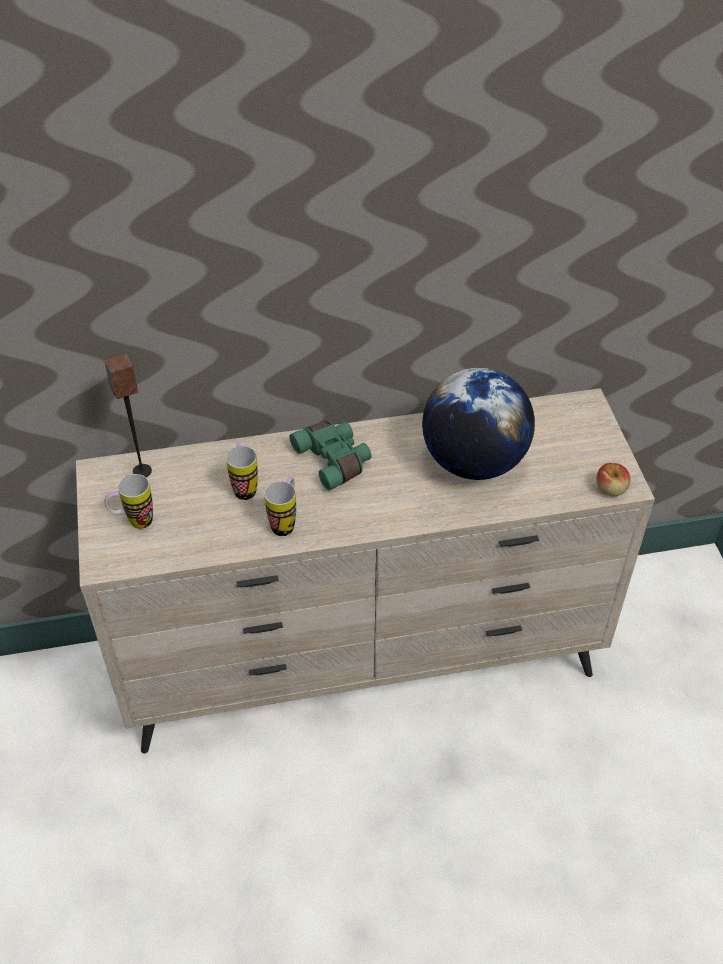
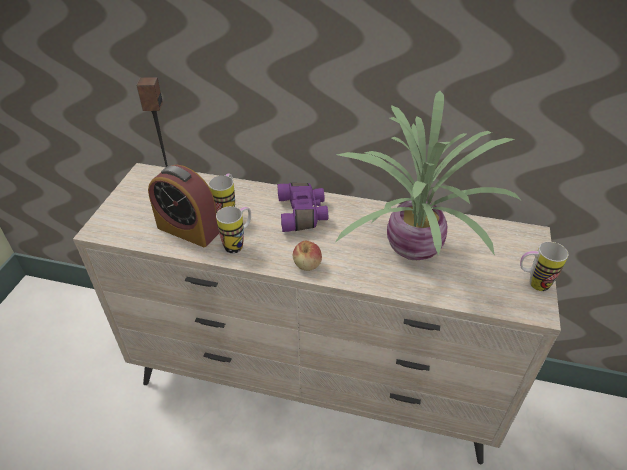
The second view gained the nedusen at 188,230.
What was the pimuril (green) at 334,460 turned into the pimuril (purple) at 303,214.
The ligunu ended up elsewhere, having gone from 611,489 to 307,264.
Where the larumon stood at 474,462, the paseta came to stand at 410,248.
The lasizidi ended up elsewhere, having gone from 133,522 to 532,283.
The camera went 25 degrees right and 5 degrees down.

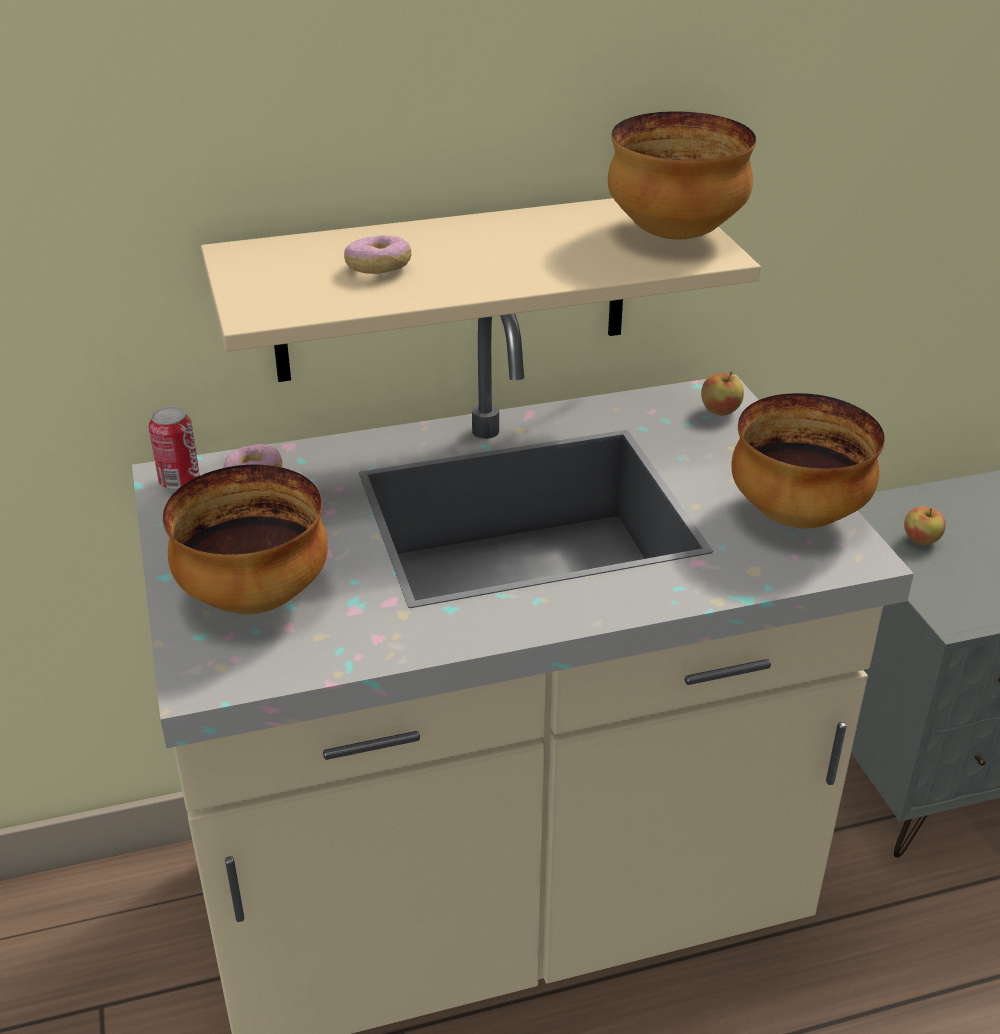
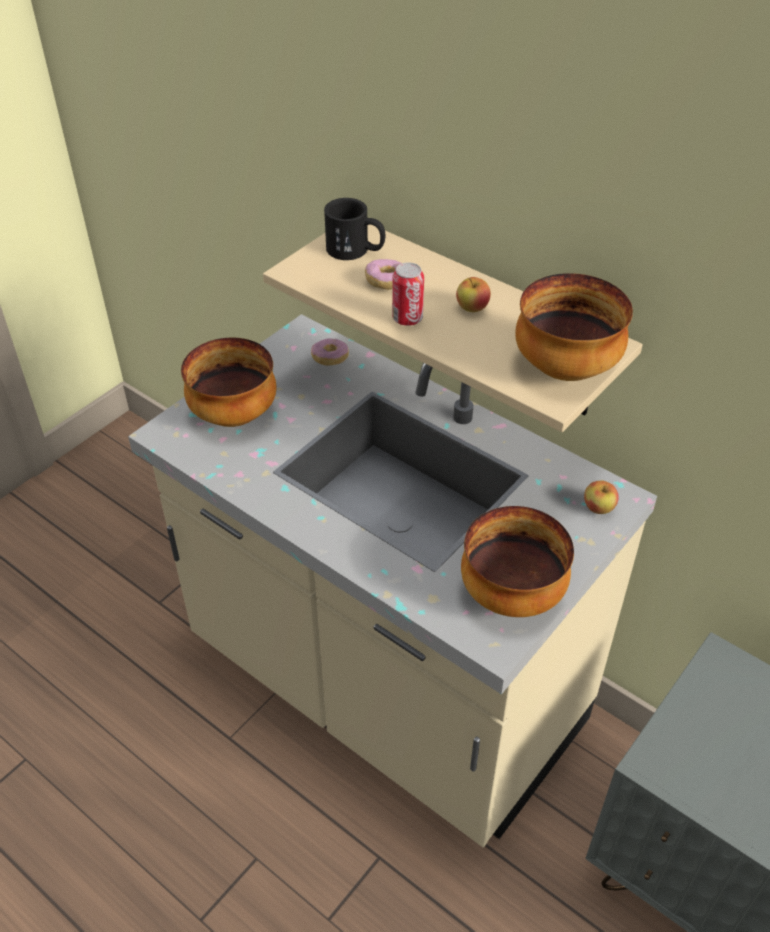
The second view gained the lasizidi (black) at 356,250.
The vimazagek ended up elsewhere, having gone from 179,482 to 407,319.
The ligunu ended up elsewhere, having gone from 921,540 to 472,308.
The camera went 55 degrees right and 10 degrees up.

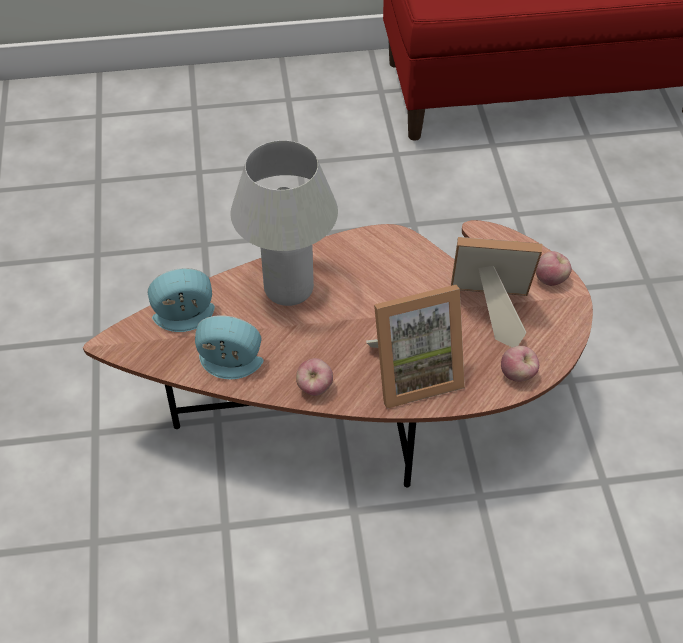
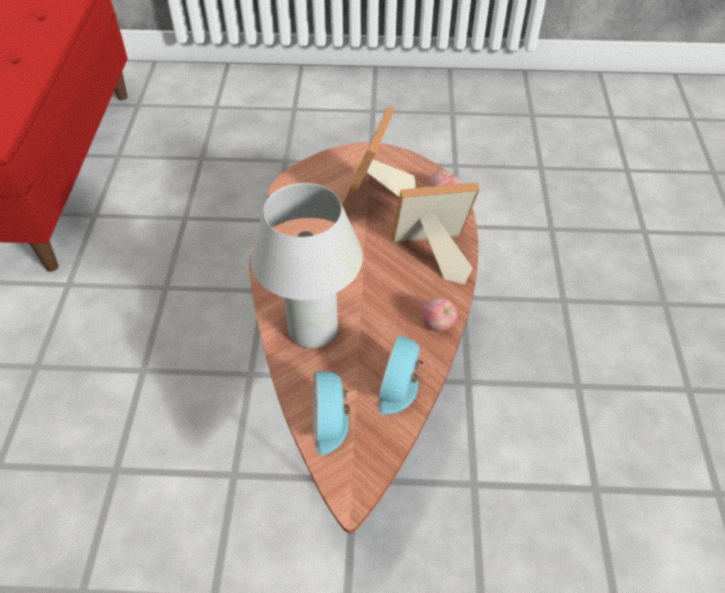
The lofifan at 413,373 ended up facing another way, 90 degrees counterclockwise from before.
The second view lost the ligunu at 551,279.
The camera went 80 degrees left and 0 degrees up.

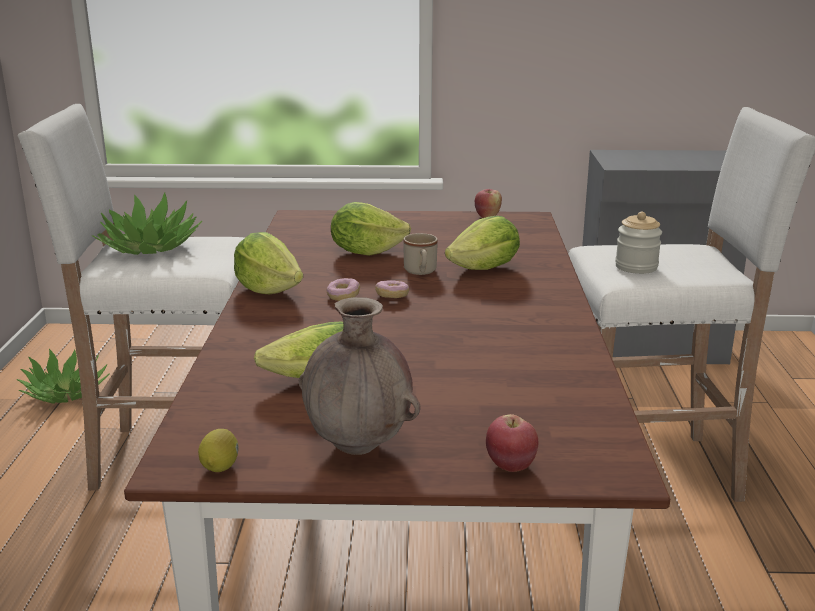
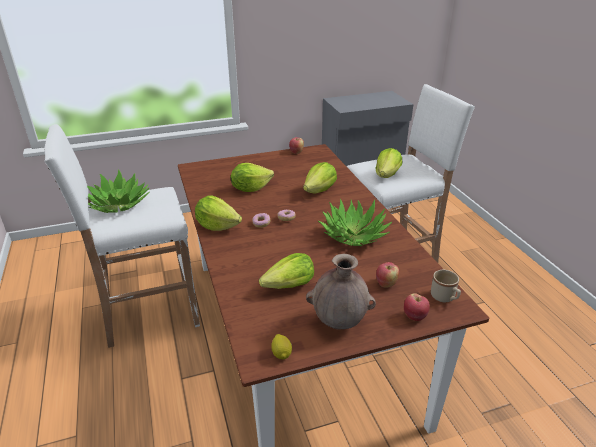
The paseta ended up elsewhere, having gone from 66,393 to 353,235.
Where the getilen stood at 636,267, the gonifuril came to stand at 387,175.
The second view gained the ligunu at 386,284.
The lasizidi (beige) ended up elsewhere, having gone from 421,272 to 445,298.
The camera went 20 degrees left and 10 degrees up.

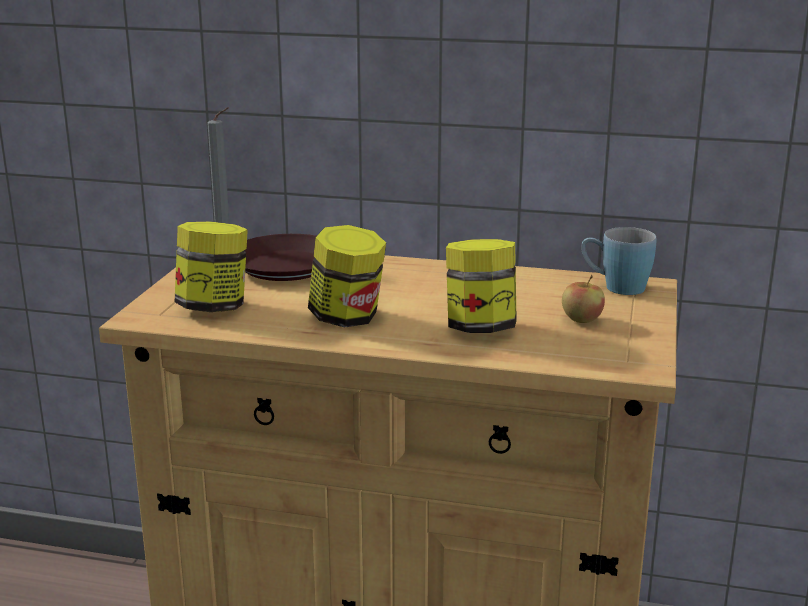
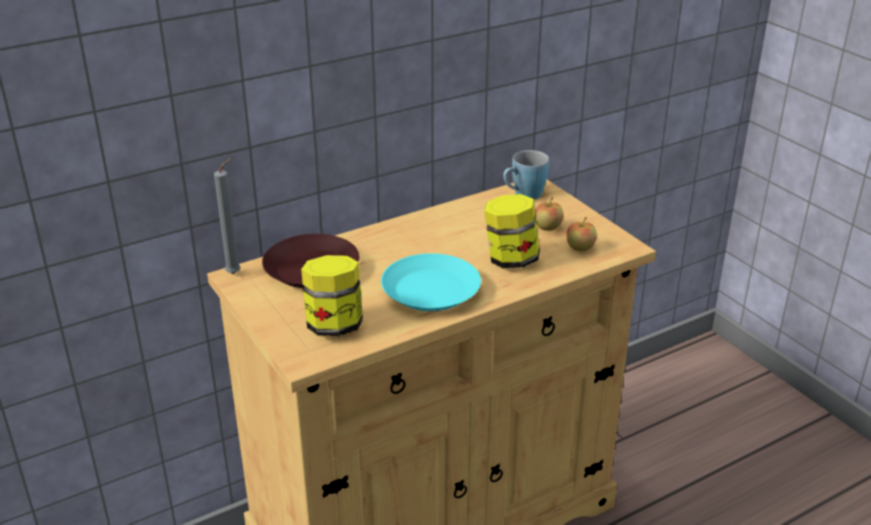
Where the getilen stood at 347,318, the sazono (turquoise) came to stand at 430,290.
The second view gained the ligunu at 580,248.
The camera went 45 degrees left and 10 degrees up.

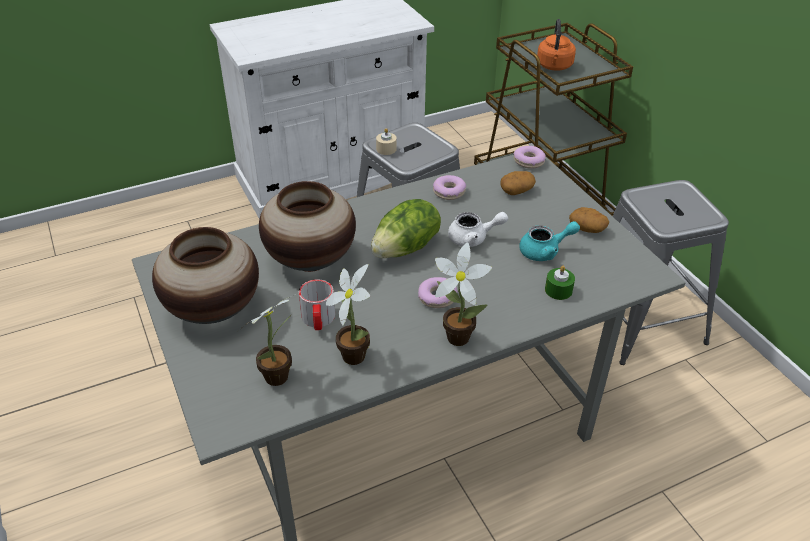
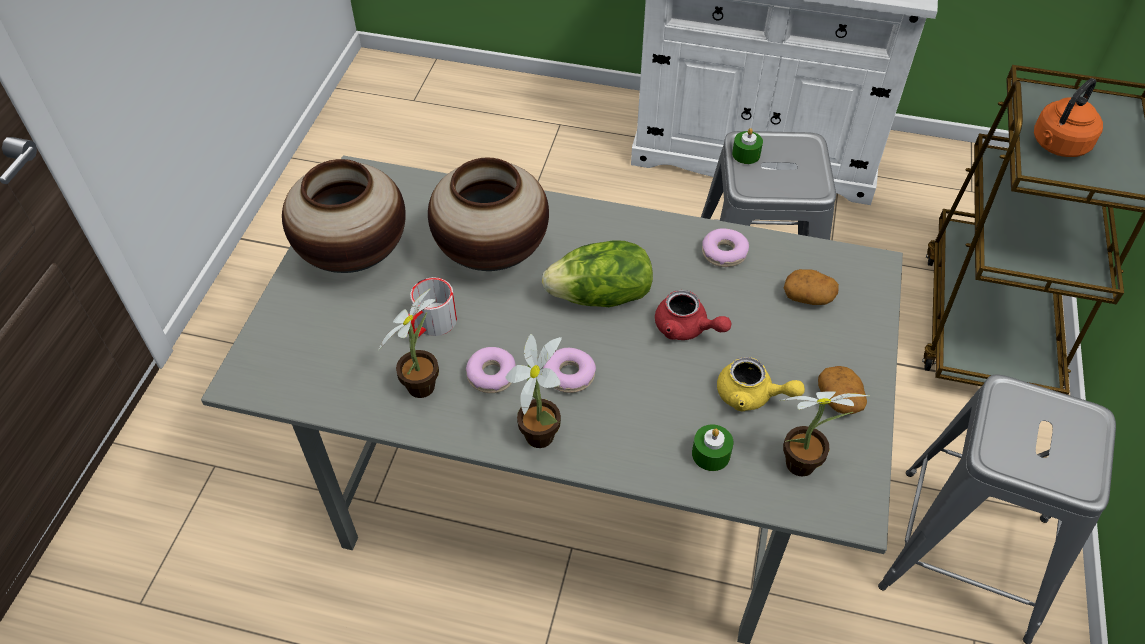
The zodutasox ended up elsewhere, having gone from 528,161 to 492,375.
What was the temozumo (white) at 473,238 turned into the temozumo (red) at 686,328.
What was the temozumo (turquoise) at 545,251 turned into the temozumo (yellow) at 751,396.
What was the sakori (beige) at 386,149 turned into the sakori (green) at 746,154.
The paseta ended up elsewhere, having gone from 280,375 to 806,464.
The camera went 40 degrees right and 10 degrees up.

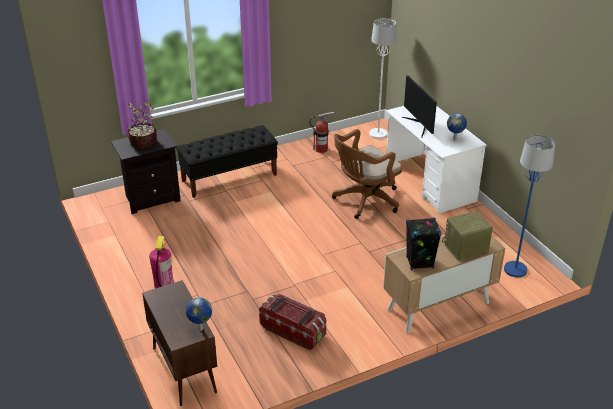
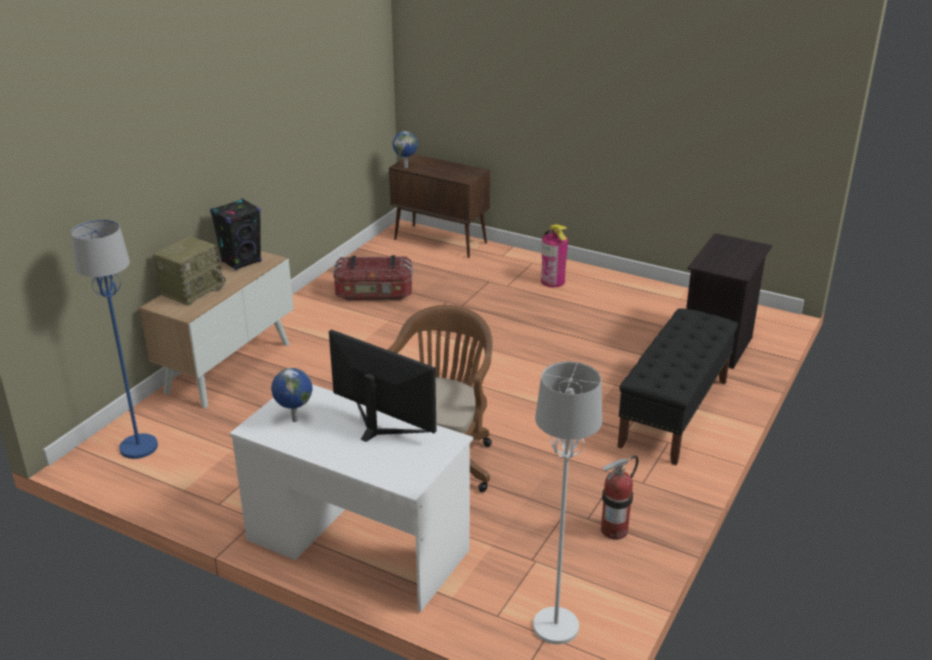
The second view lost the paseta at 142,142.
The camera went 145 degrees right and 5 degrees down.

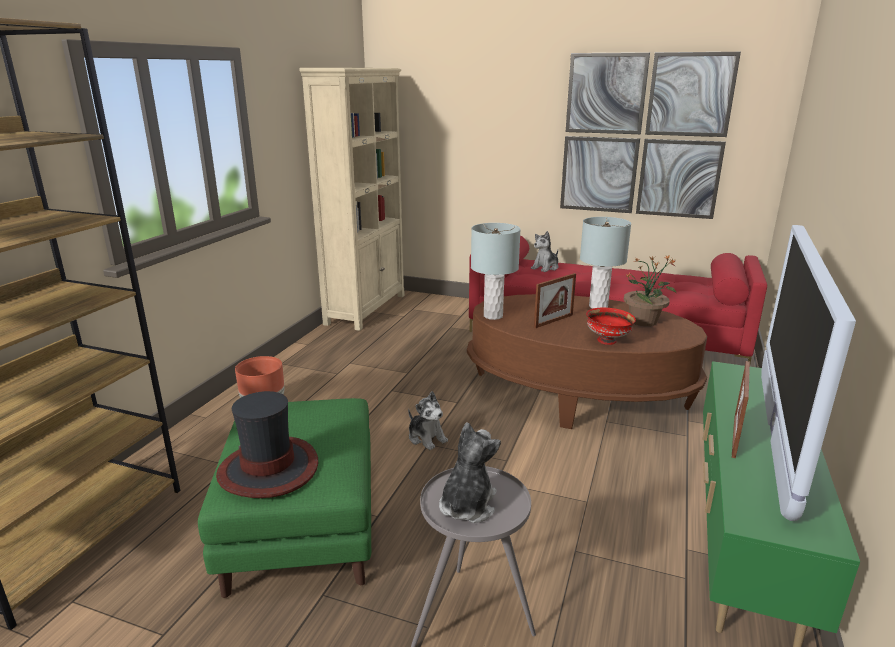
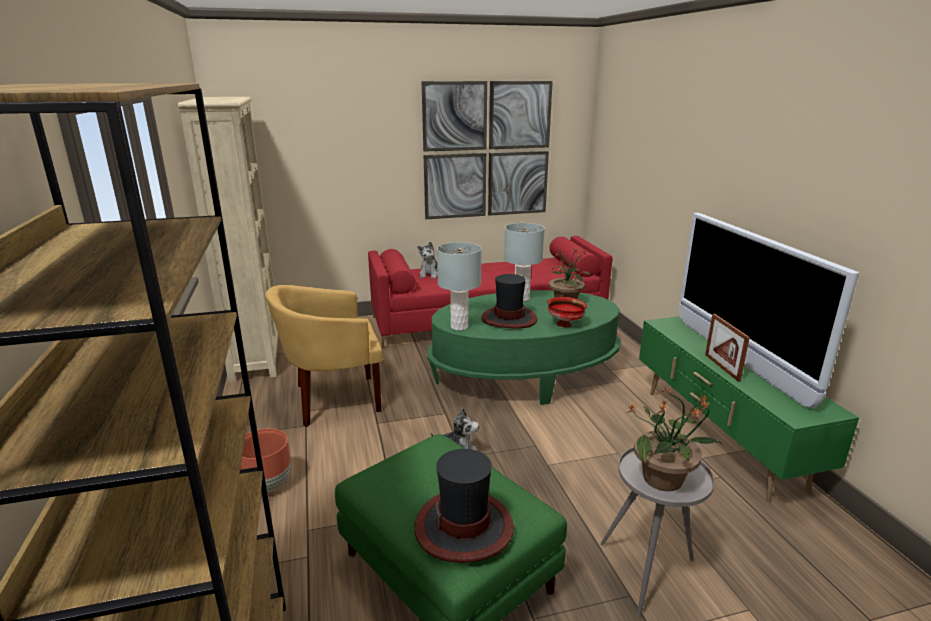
The second view gained the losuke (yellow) at 333,399.
What was the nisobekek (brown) at 577,395 turned into the nisobekek (green) at 524,375.
Where the lofifan stood at 553,321, the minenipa came to stand at 508,318.
Where the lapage stood at 467,505, the paseta came to stand at 664,479.
The camera went 35 degrees left and 0 degrees up.

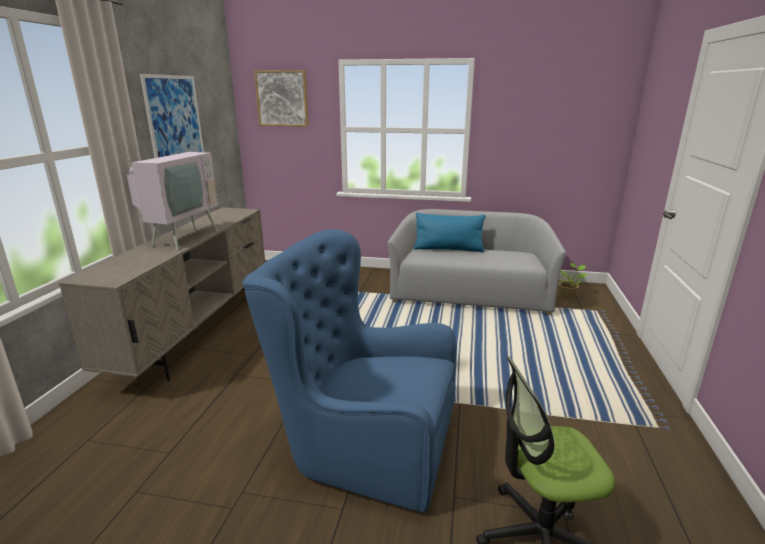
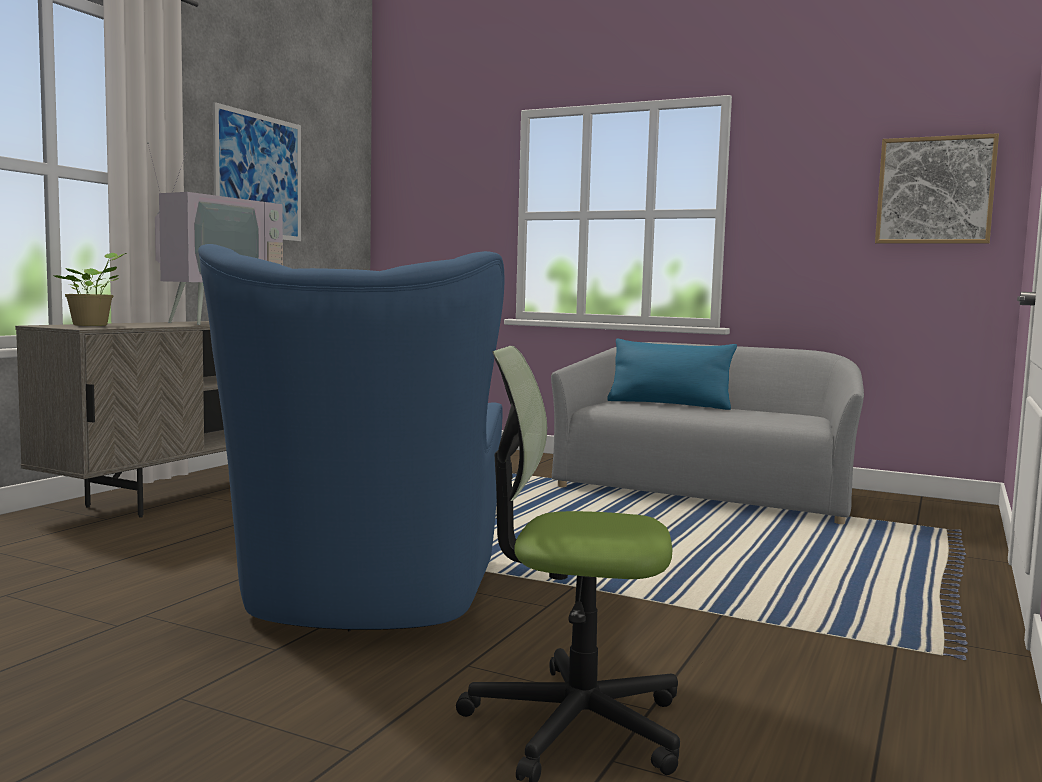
The paseta ended up elsewhere, having gone from 567,297 to 93,325.
The losuke (blue) at 361,443 ended up facing another way, 120 degrees counterclockwise from before.
The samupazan ended up elsewhere, having gone from 282,98 to 935,190.
The camera went 15 degrees right and 15 degrees down.

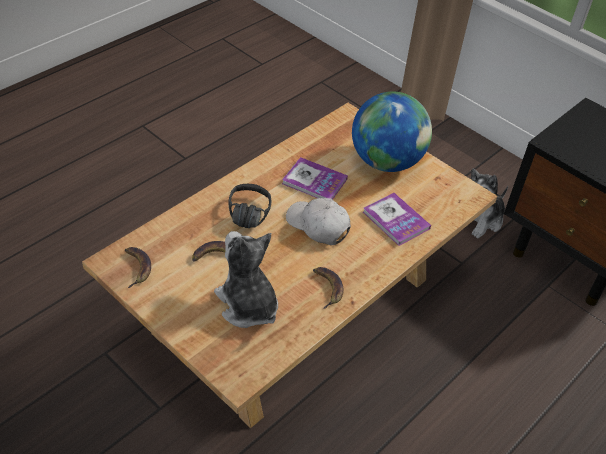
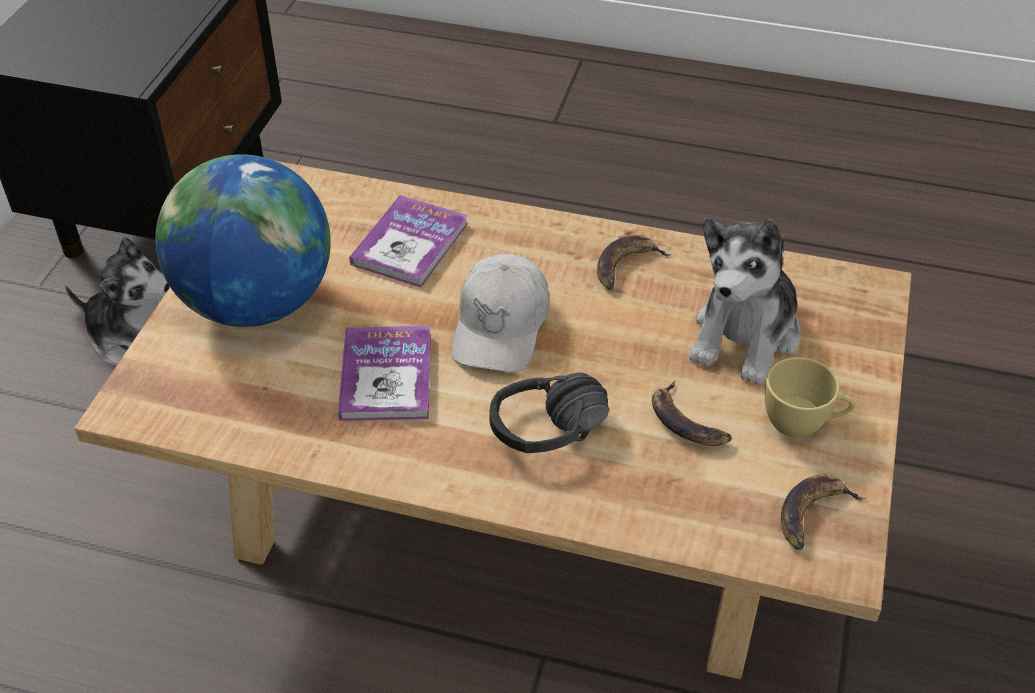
The second view gained the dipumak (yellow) at 802,424.
The camera went 115 degrees left and 0 degrees up.

